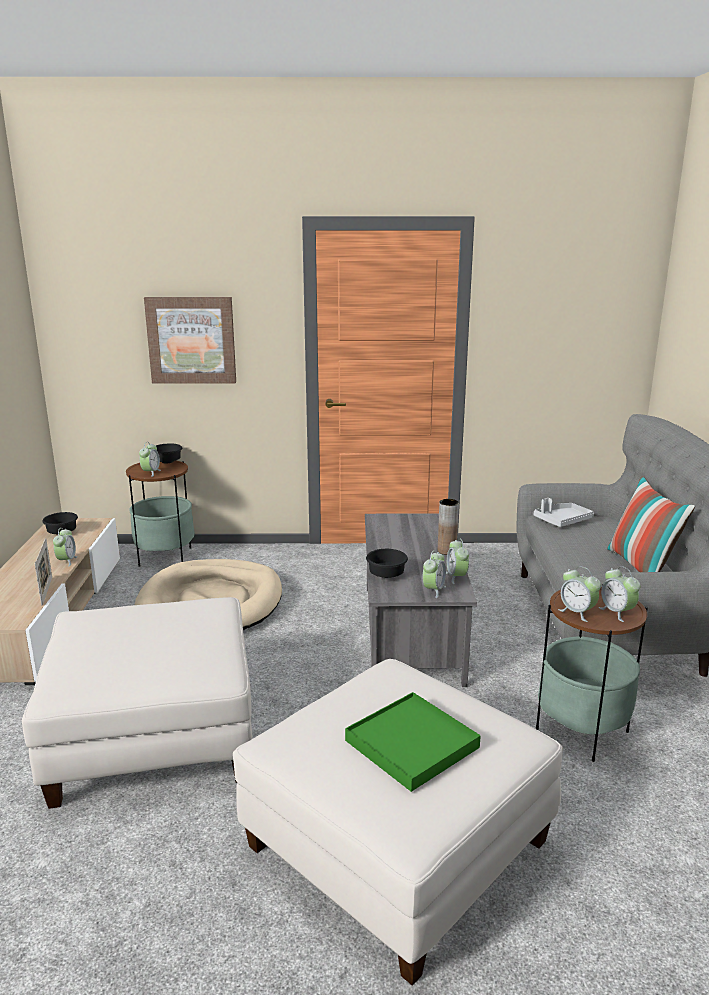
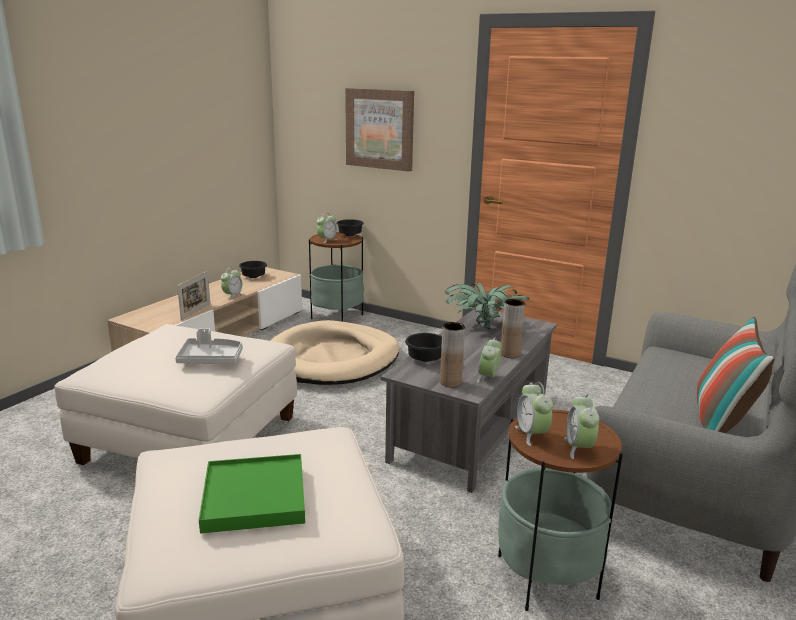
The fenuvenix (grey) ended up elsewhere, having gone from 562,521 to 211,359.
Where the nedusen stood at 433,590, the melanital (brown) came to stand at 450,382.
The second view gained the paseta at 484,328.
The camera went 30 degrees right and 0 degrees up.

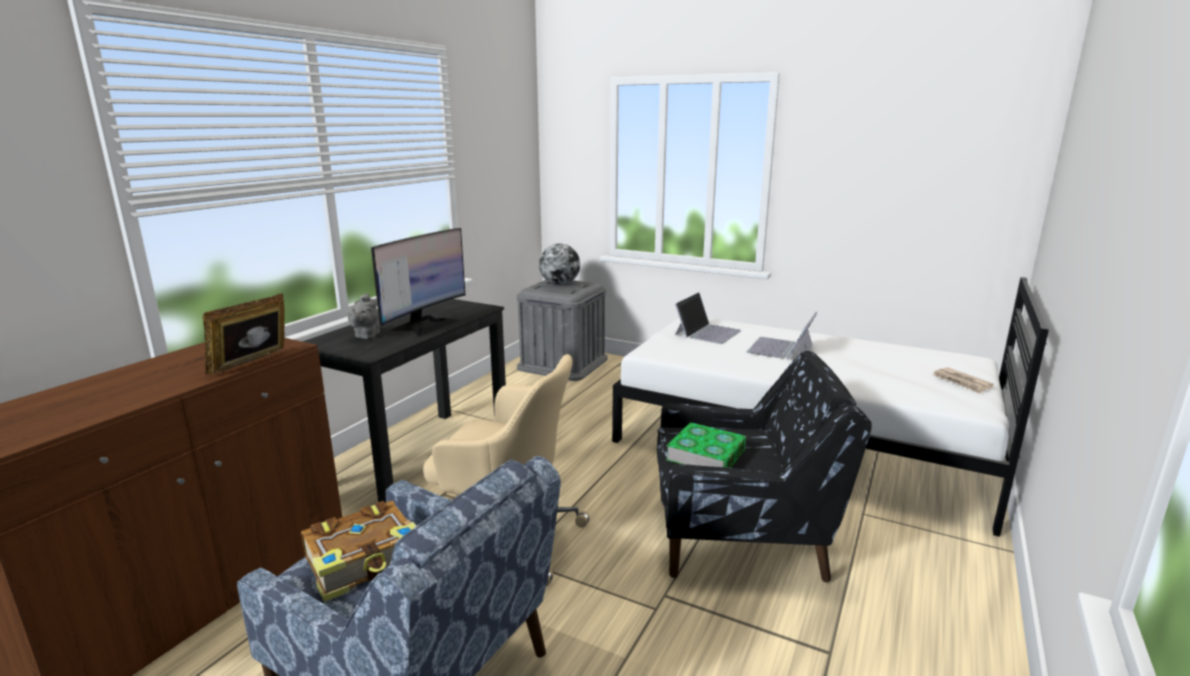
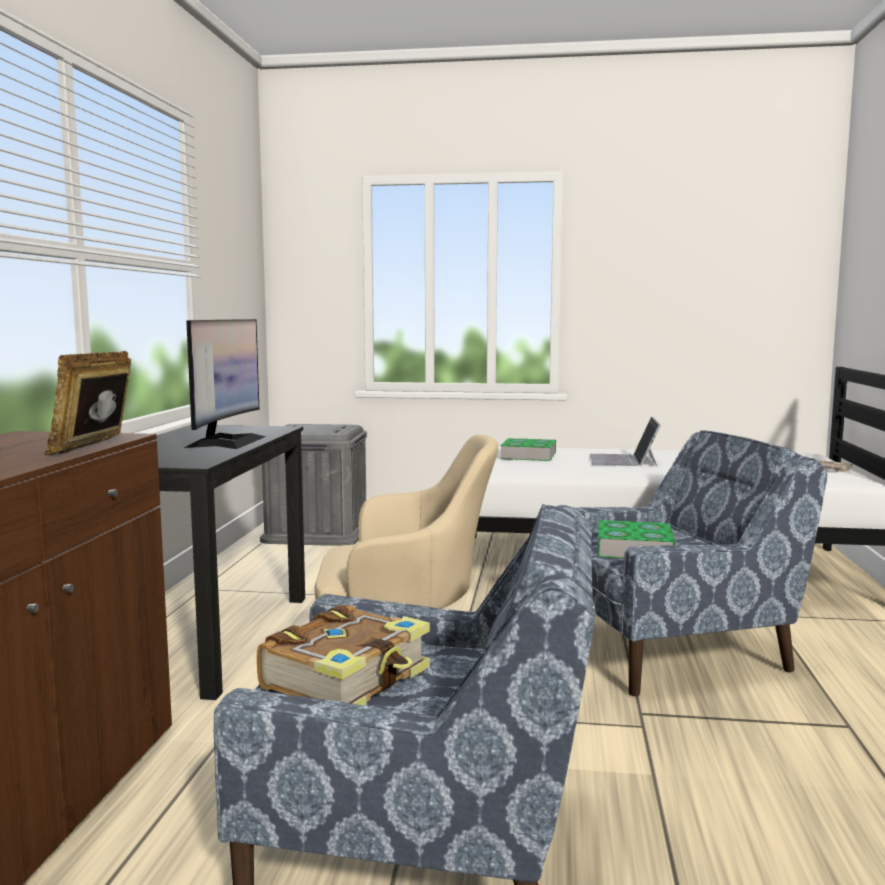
Where the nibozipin stood at 707,332, the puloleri came to stand at 528,455.
What was the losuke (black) at 742,535 turned into the losuke (blue) at 671,650.
The second view lost the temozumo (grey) at 366,335.
The second view lost the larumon at 559,284.
The camera went 20 degrees left and 10 degrees down.

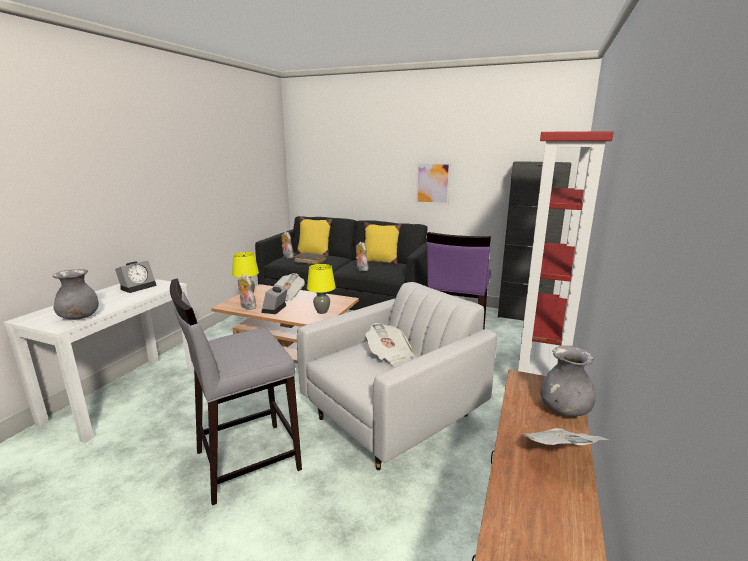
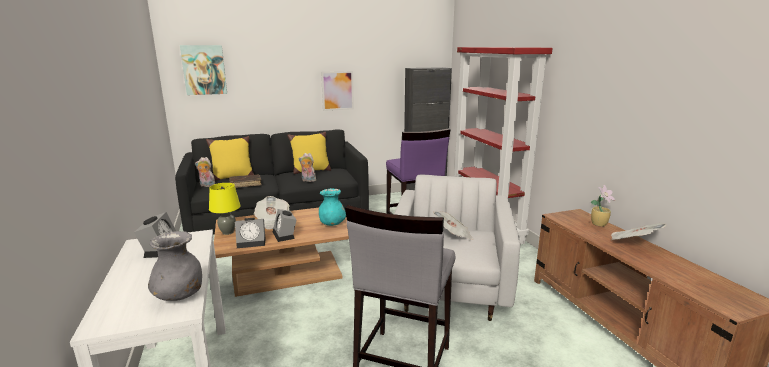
The second view gained the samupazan at 204,70.
Where the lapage stood at 247,307, the nedusen came to stand at 252,242.
Where the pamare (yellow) stood at 322,312, the melanital (turquoise) came to stand at 332,224.
Where the melanital (grey) stood at 564,410, the paseta came to stand at 599,224.
The camera went 40 degrees left and 0 degrees up.

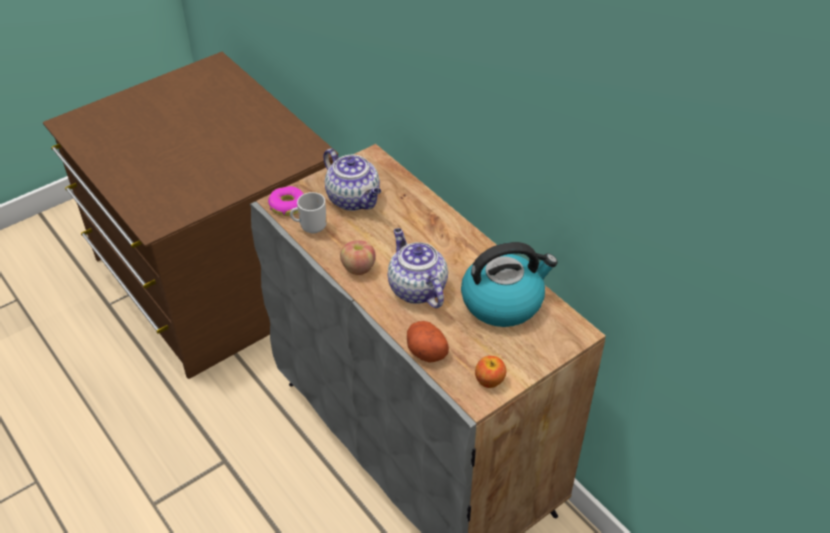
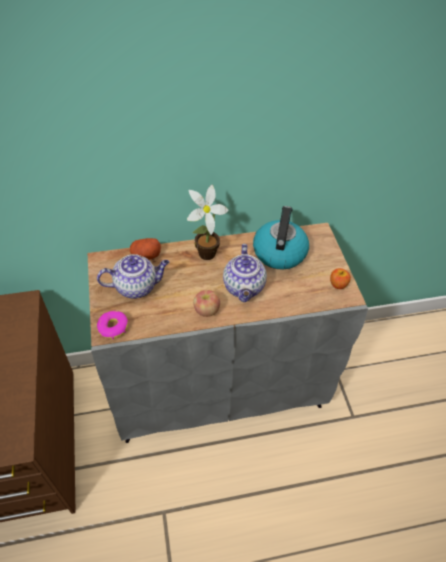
The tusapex ended up elsewhere, having gone from 425,350 to 145,255.
The second view gained the paseta at 204,255.
The temozumo at 416,288 ended up facing another way, 90 degrees counterclockwise from before.
The second view lost the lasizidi at 311,227.
The camera went 65 degrees left and 5 degrees up.

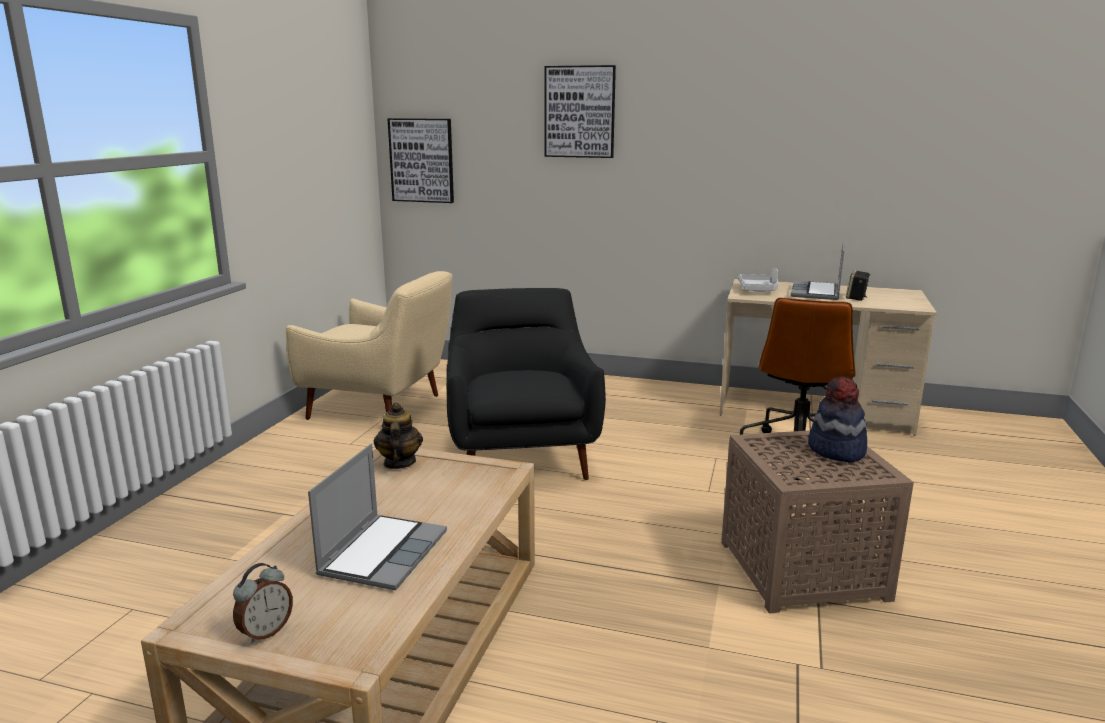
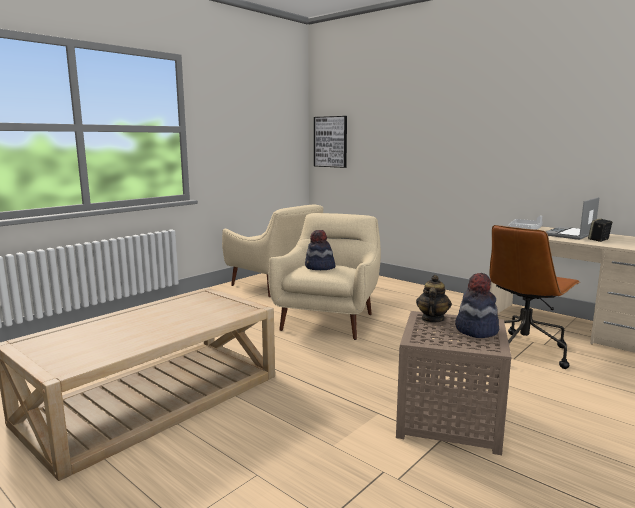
What was the losuke (black) at 521,455 turned into the losuke (beige) at 329,320.
The second view gained the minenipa at 319,267.
The temozumo ended up elsewhere, having gone from 399,463 to 432,319.
The second view lost the nedusen at 265,632.
The second view lost the nibozipin at 383,553.
The second view lost the samupazan at 579,112.
The camera went 25 degrees right and 5 degrees down.

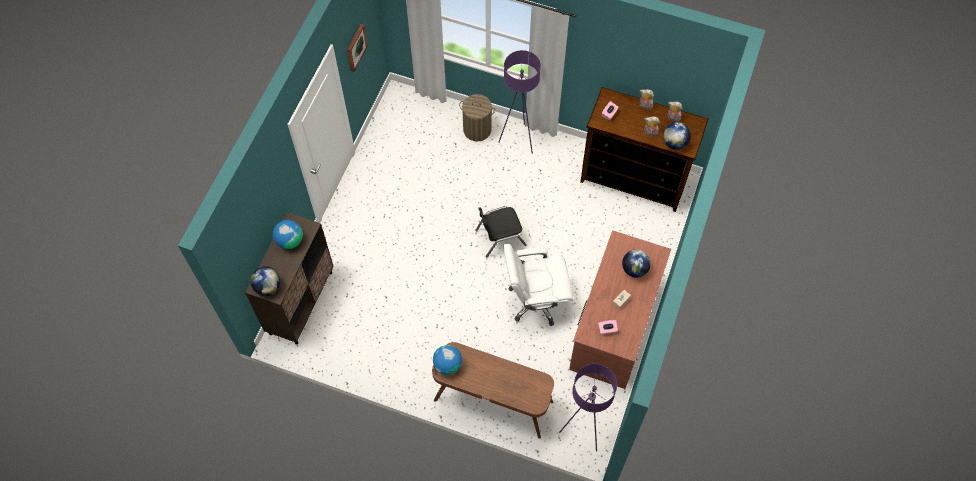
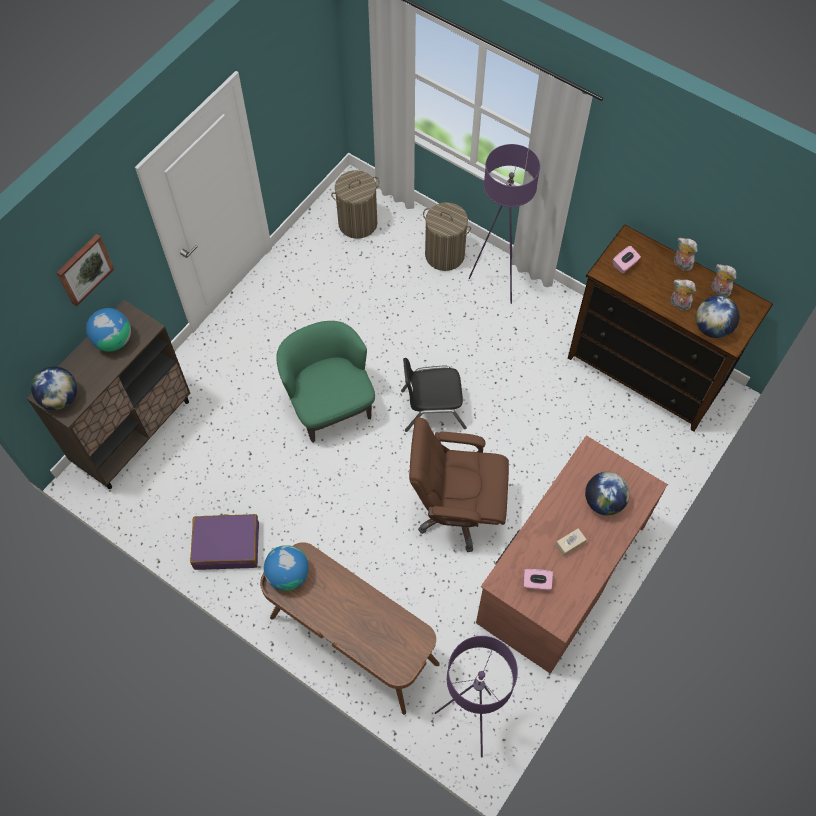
The samupazan ended up elsewhere, having gone from 356,47 to 84,269.
The second view gained the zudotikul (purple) at 227,545.
The second view gained the losuke (green) at 330,405.
The second view gained the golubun at 358,223.
What was the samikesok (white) at 536,301 turned into the samikesok (brown) at 457,510.
The camera went 15 degrees right and 0 degrees up.

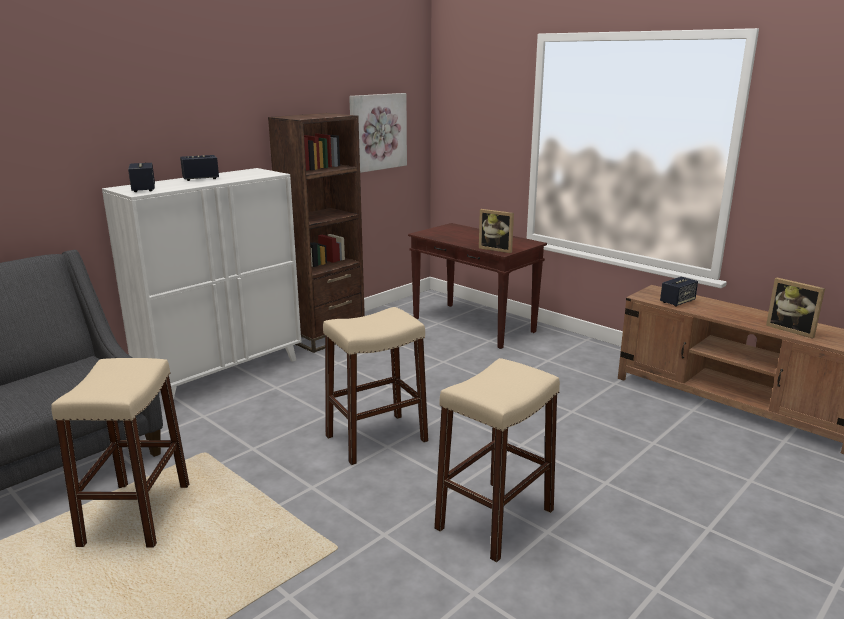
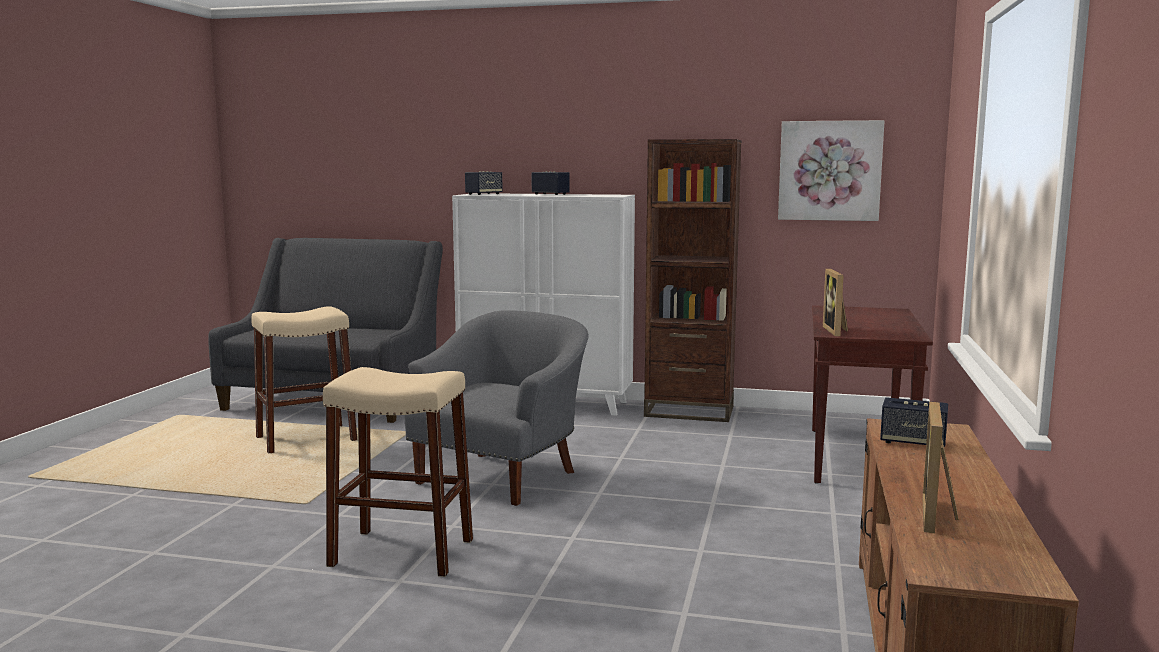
Where the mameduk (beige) stood at 376,438, the losuke (grey) came to stand at 502,476.
The camera went 60 degrees right and 10 degrees down.

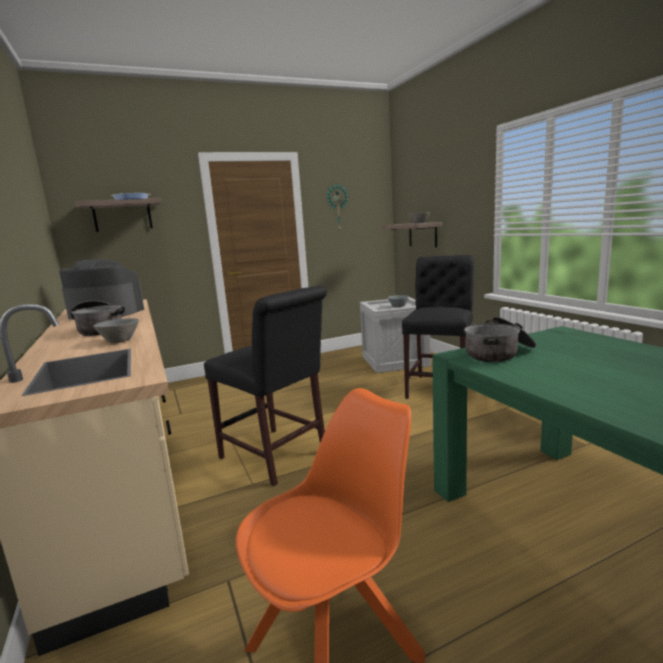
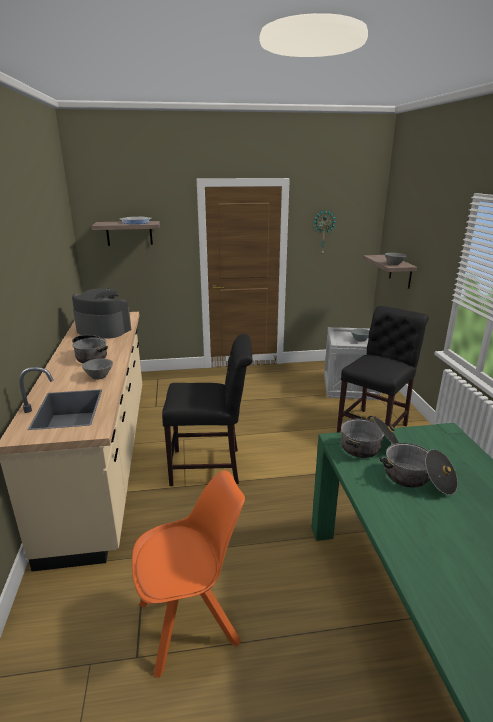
The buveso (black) at 277,457 ended up facing another way, 60 degrees counterclockwise from before.
The second view gained the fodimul at 417,479.
The camera went 15 degrees right and 10 degrees up.

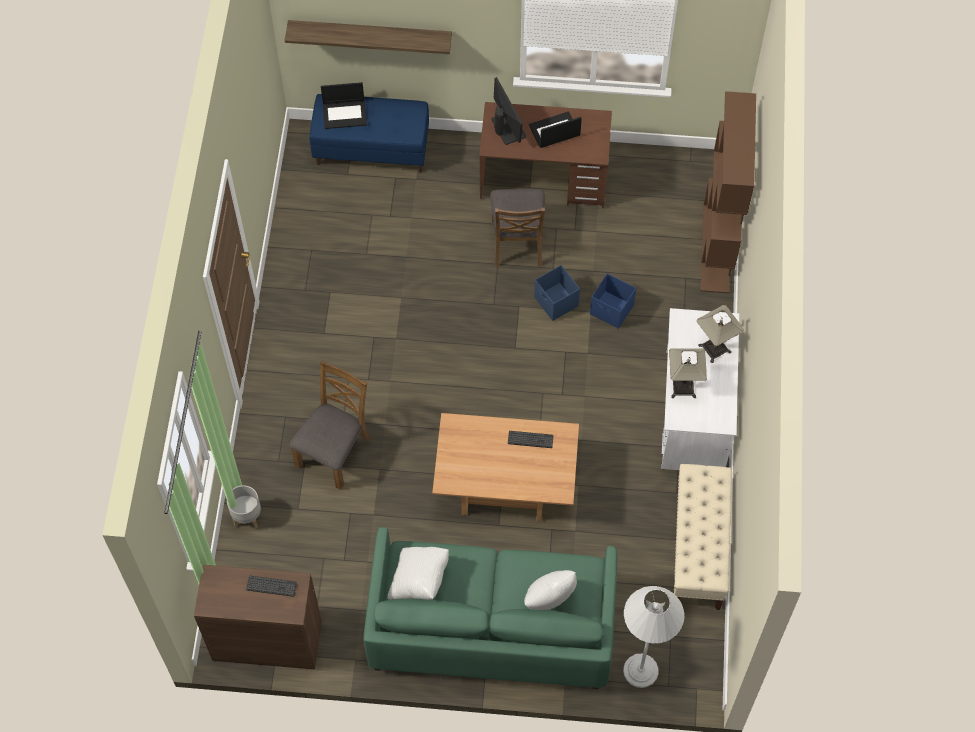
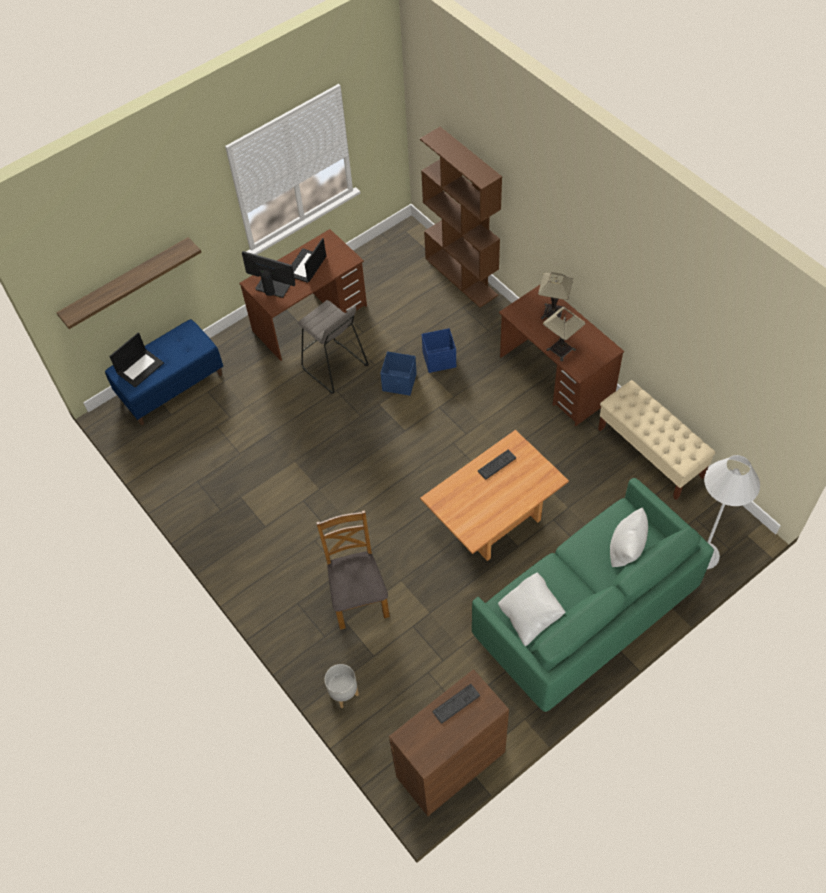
Where the buveso (brown) stood at 517,242, the mameduk (grey) came to stand at 334,367.
What was the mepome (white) at 694,411 turned into the mepome (brown) at 556,377.
The camera went 40 degrees left and 5 degrees down.

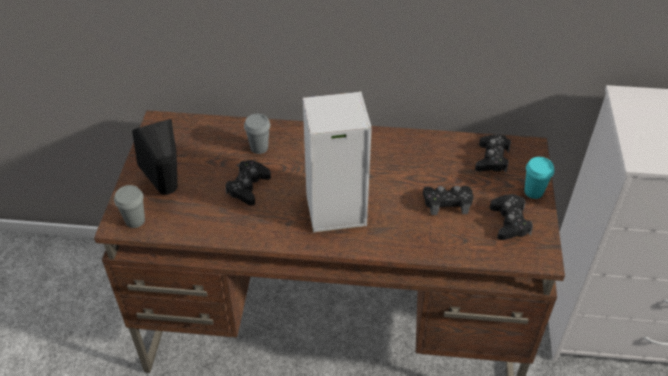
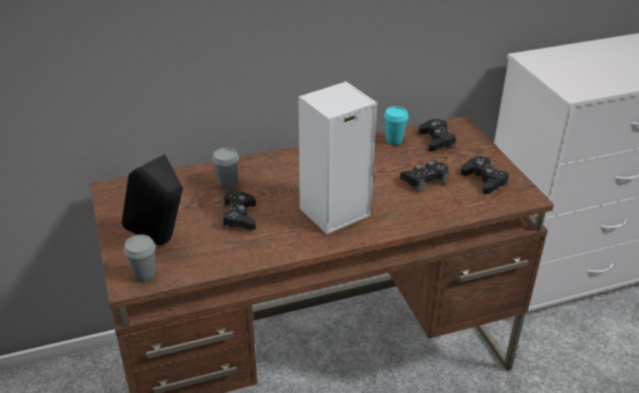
The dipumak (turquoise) ended up elsewhere, having gone from 533,192 to 394,140.
The camera went 25 degrees left and 10 degrees down.

